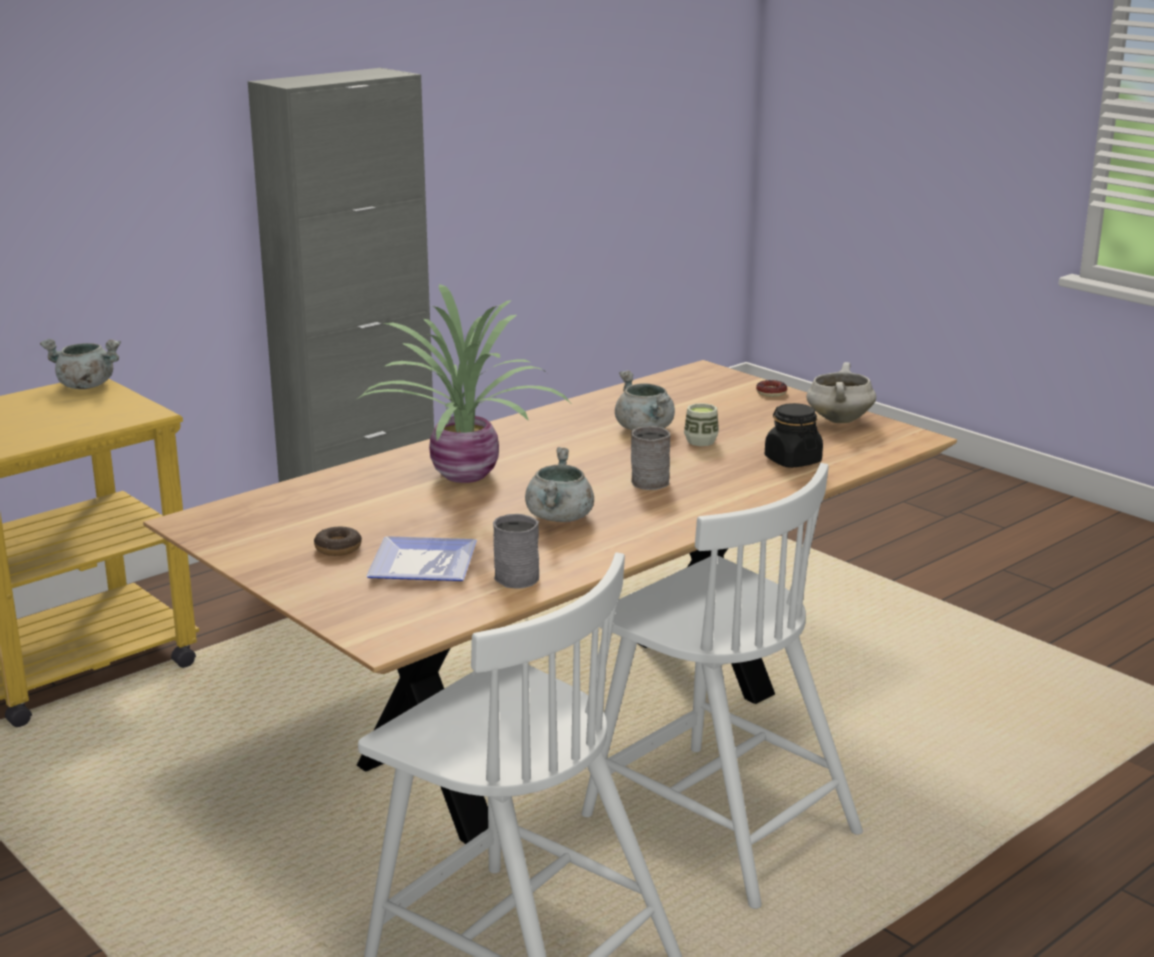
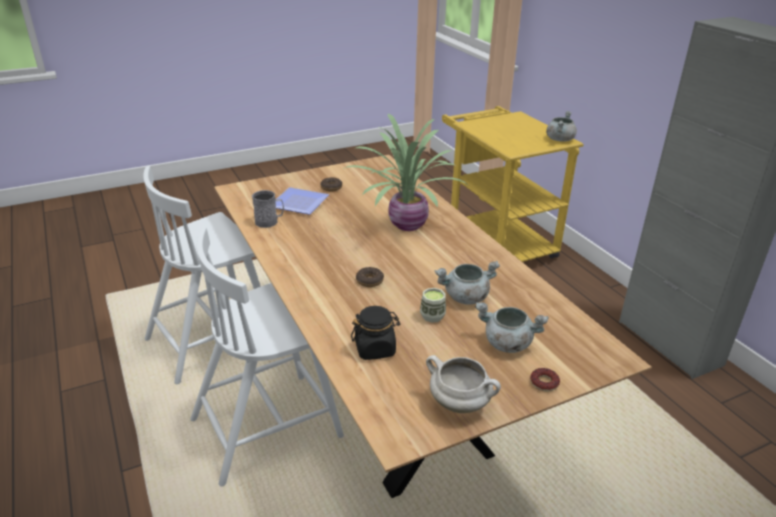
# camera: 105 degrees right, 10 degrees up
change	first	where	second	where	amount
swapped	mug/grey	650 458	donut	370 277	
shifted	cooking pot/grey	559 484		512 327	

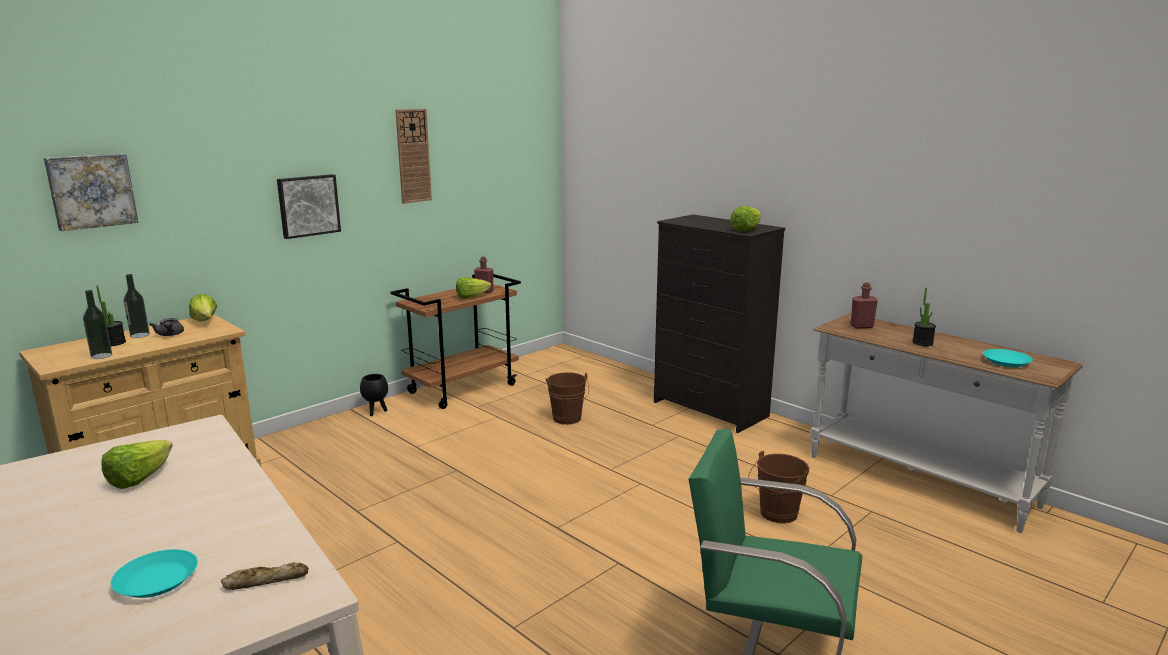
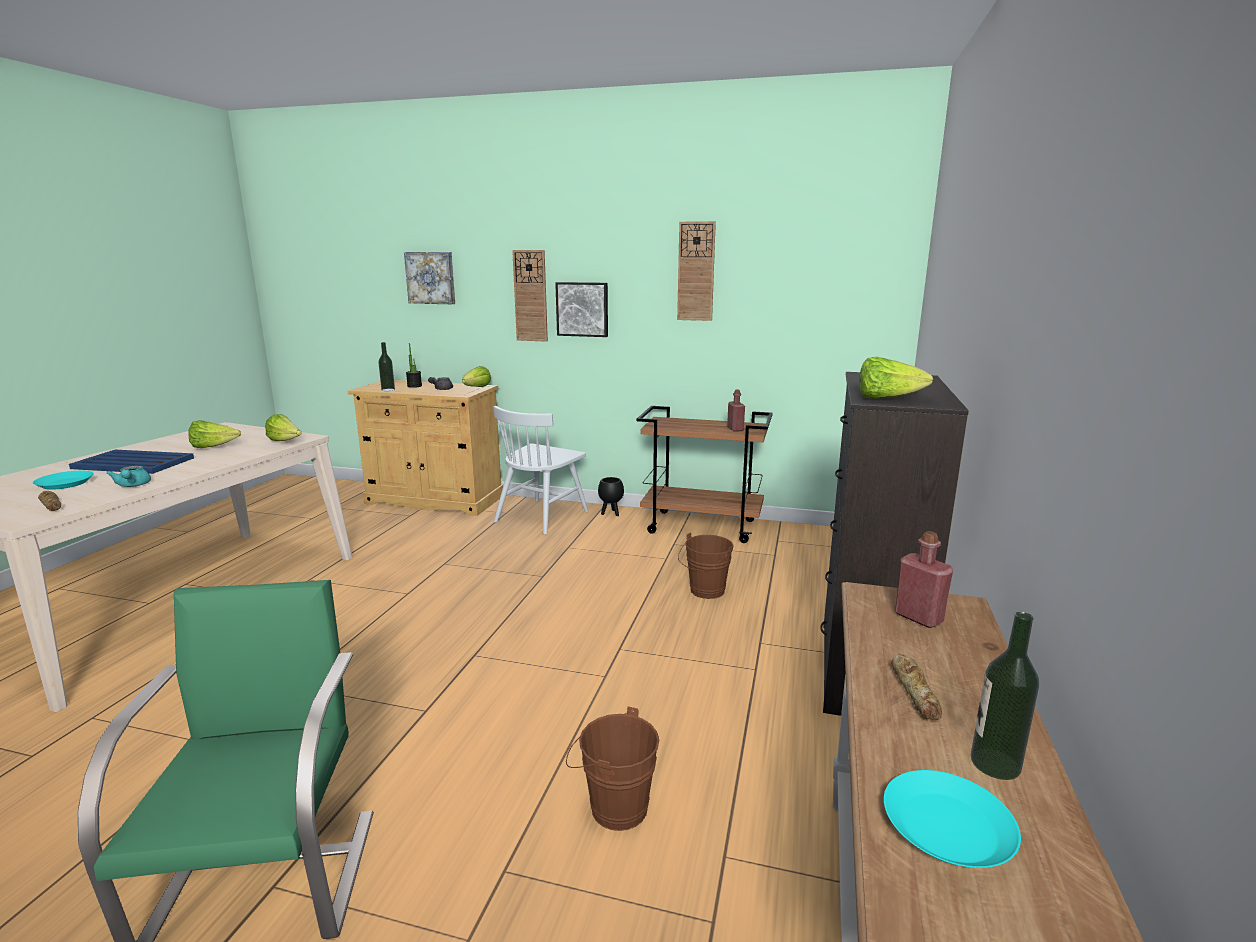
# camera: 60 degrees right, 0 degrees up
change	first	where	second	where	amount
new			tray/blue	131 462	
new			teapot/turquoise	128 476	
shifted	lettuce	473 288		283 427	
new			chair/white	540 470	
new			wall clock	530 296	
swapped	potted plant	924 317	bread	916 687	
shifted	bottle	137 306		1005 696	

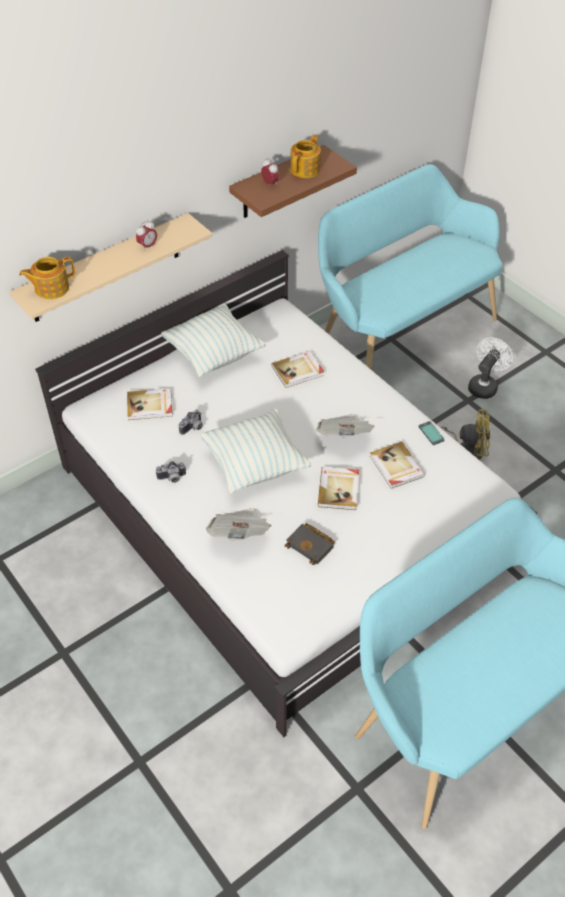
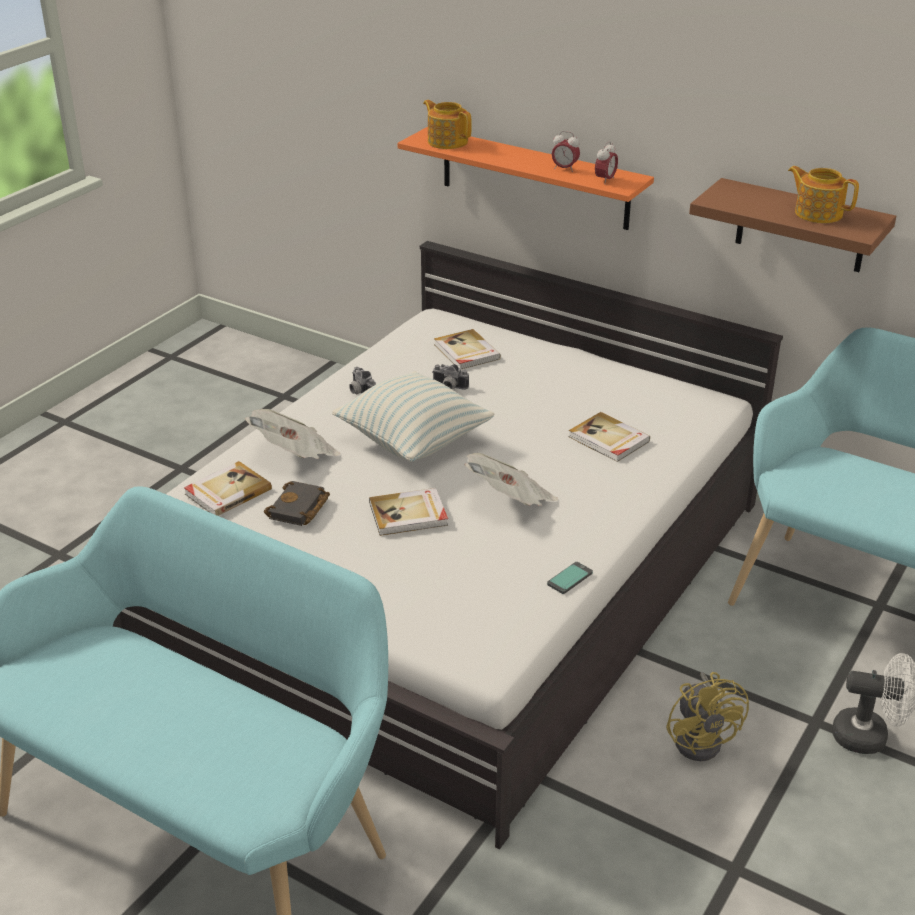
# camera: 70 degrees right, 15 degrees down
change	first	where	second	where	amount
shifted	book	397 465		228 488	
repainted	shelf/beige	111 267	shelf/orange	526 178	
shifted	alarm clock	270 171		606 162	
rotated	teapot	305 156		823 194	150 degrees counterclockwise
gone	pillow	213 340			

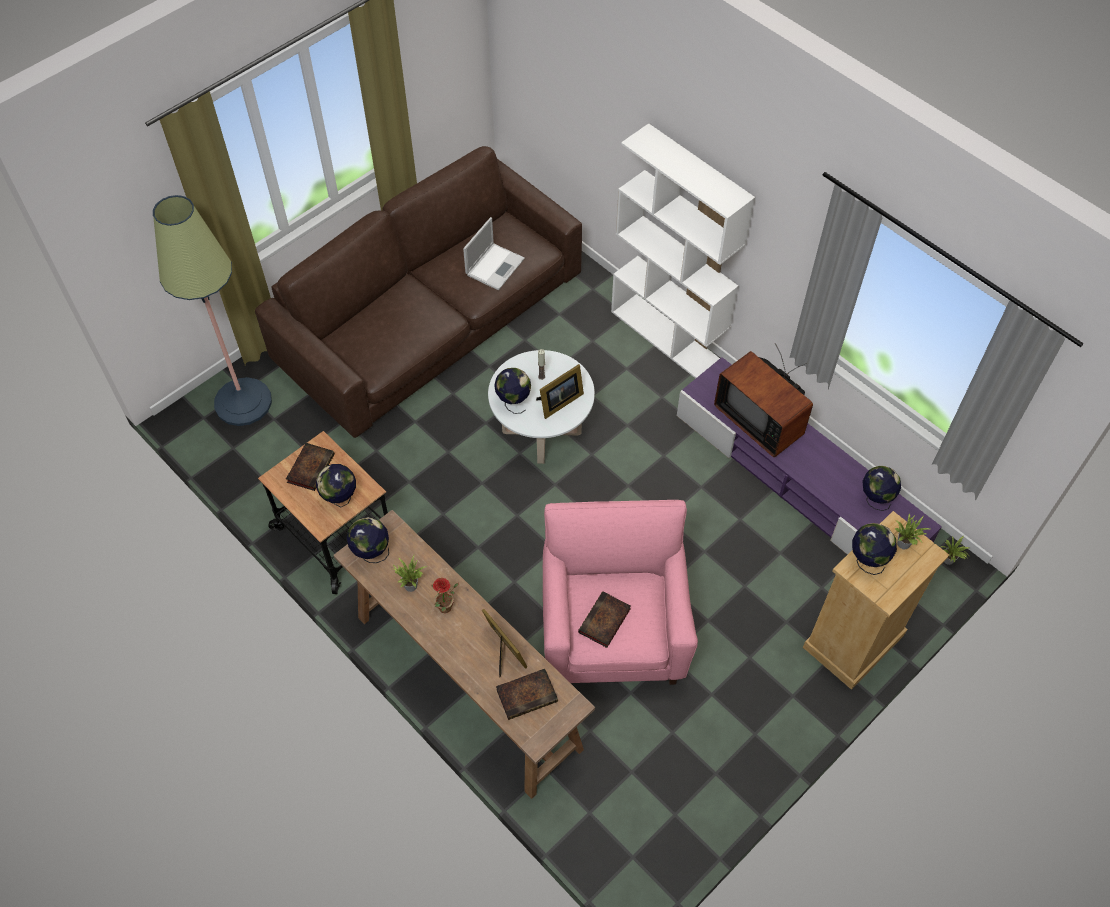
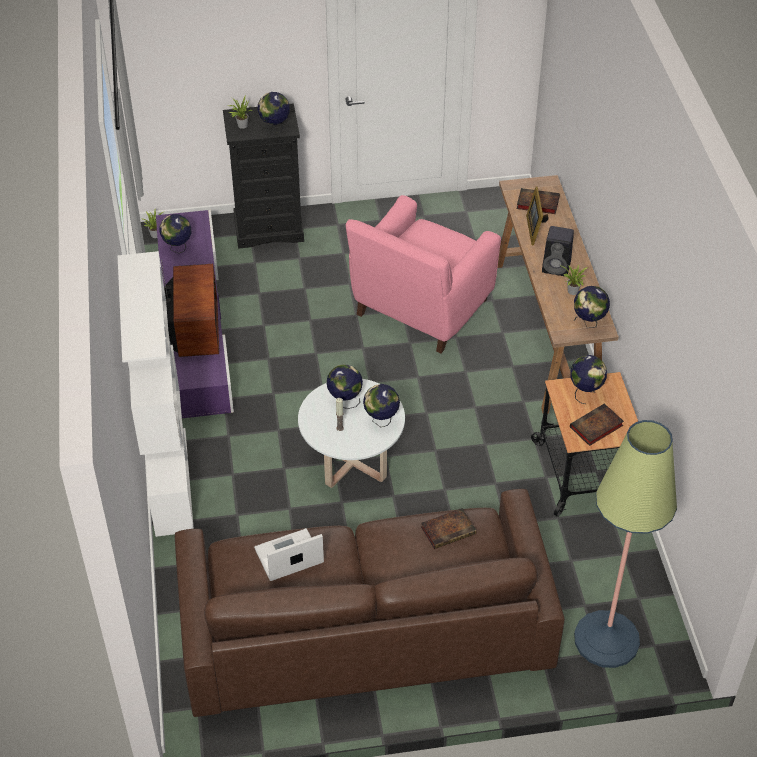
# camera: 145 degrees left, 10 degrees down
change	first	where	second	where	amount
repainted	dresser/beige	876 600	dresser/black	263 176	
swapped	picture frame	560 391	globe	345 387	
shifted	book	604 619		448 528	
swapped	potted plant	444 595	speaker/black	558 251	

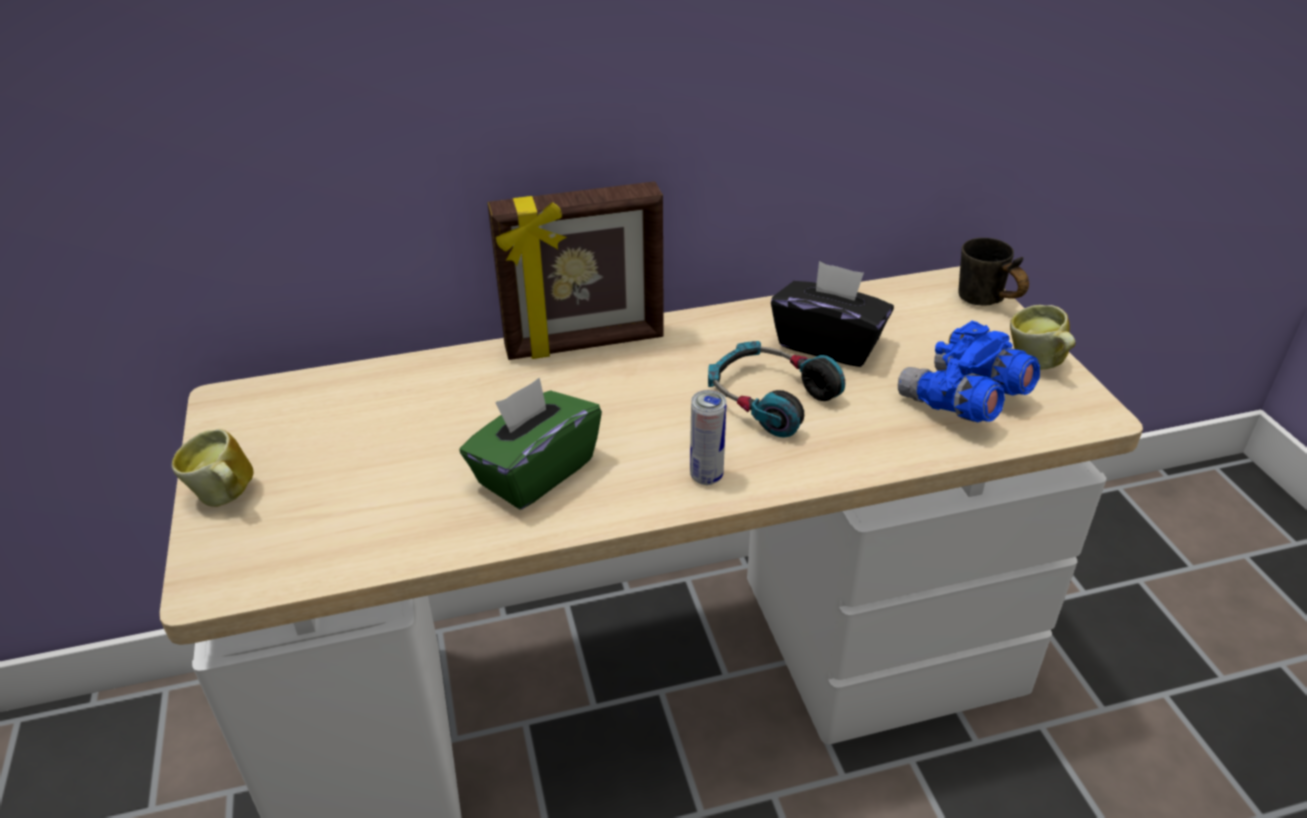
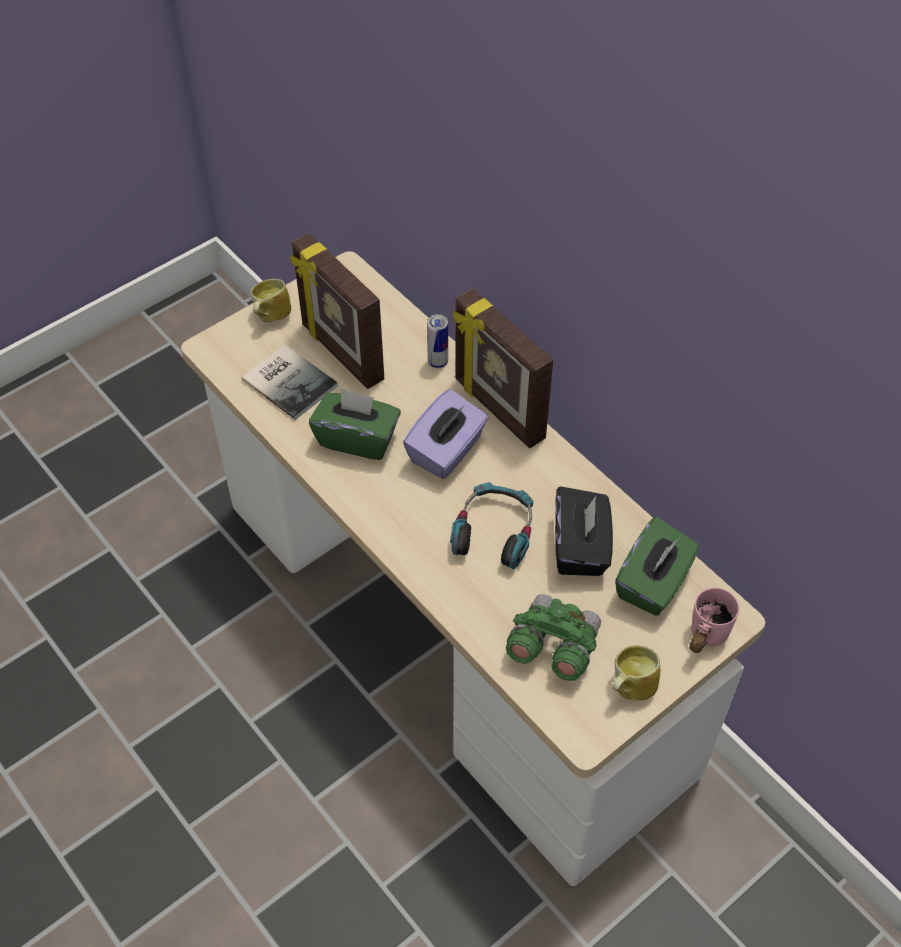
# camera: 65 degrees right, 15 degrees up
change	first	where	second	where	amount
new			book	290 382	
new			picture frame	337 311	
new			tissue box/purple	445 434	
shifted	can	708 437		437 341	
repainted	binoculars/blue	969 371	binoculars/green	553 637	
new			tissue box/green	657 566	
repainted	mug/grey	993 272	mug/pink	714 620	

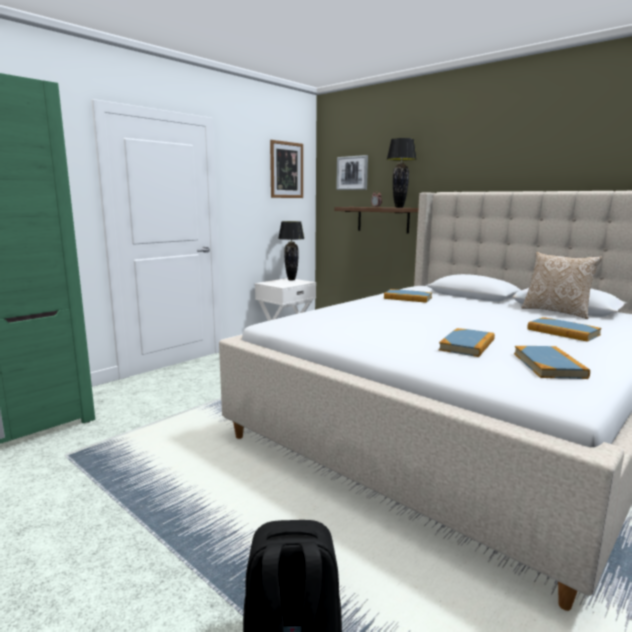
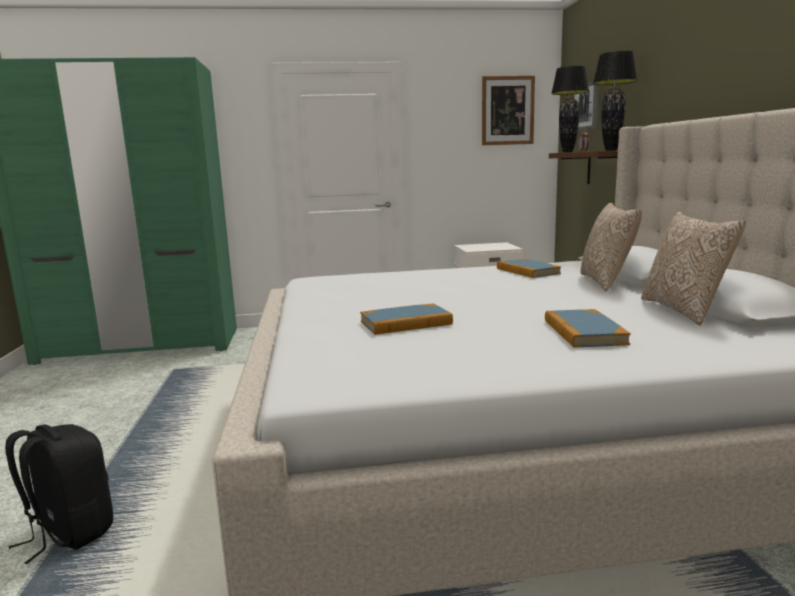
# camera: 40 degrees right, 0 degrees up
change	first	where	second	where	amount
shifted	table lamp/black	291 251		570 109	
new			pillow	611 247	
gone	book	552 362			

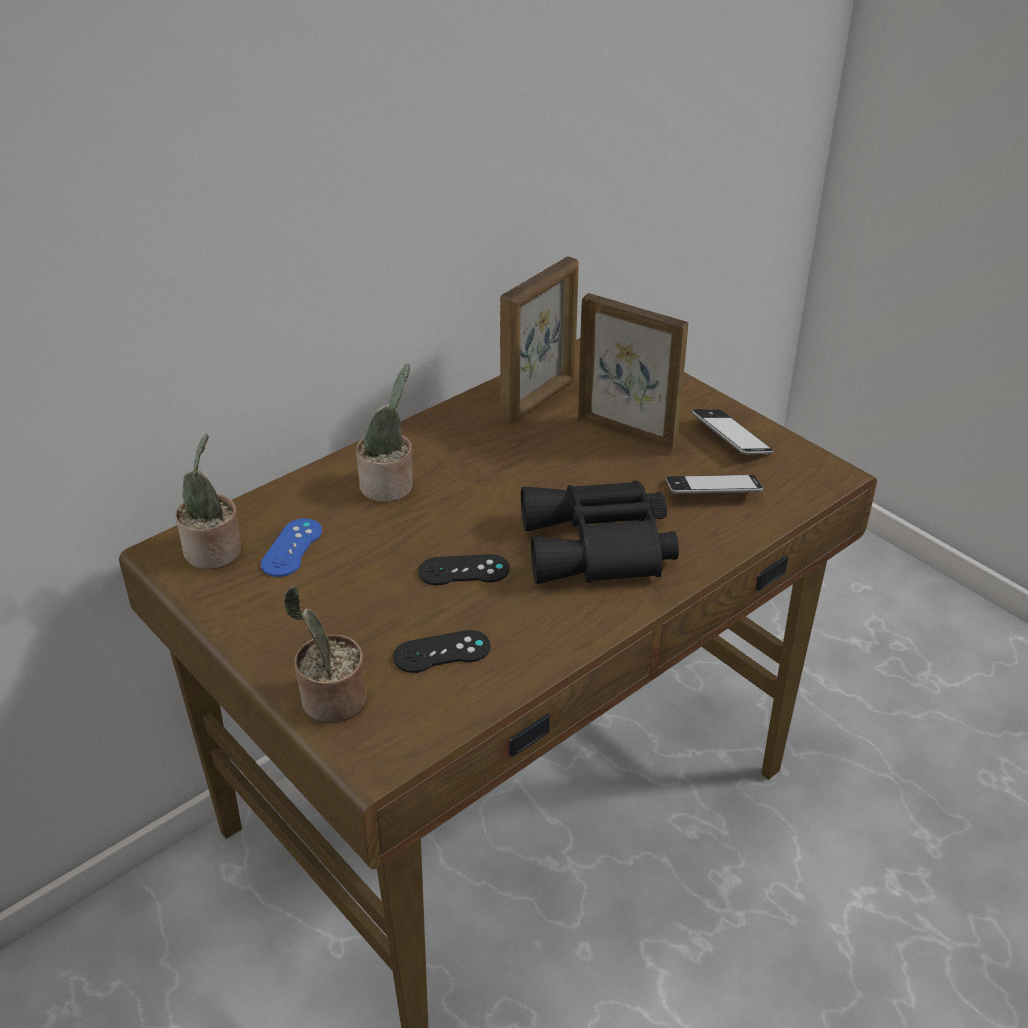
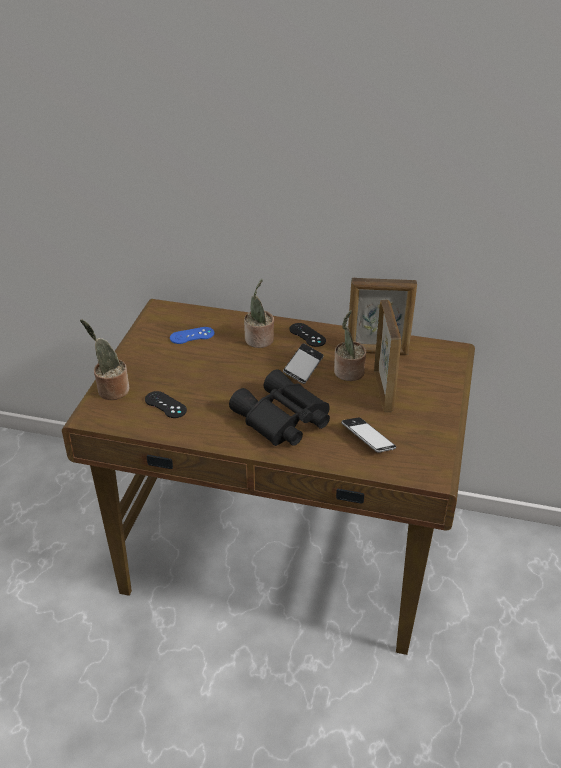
# camera: 55 degrees right, 0 degrees up
change	first	where	second	where	amount
shifted	phone	732 432		303 363	
shifted	game controller/black	464 570		307 335	
shifted	potted plant	209 501		350 345	

